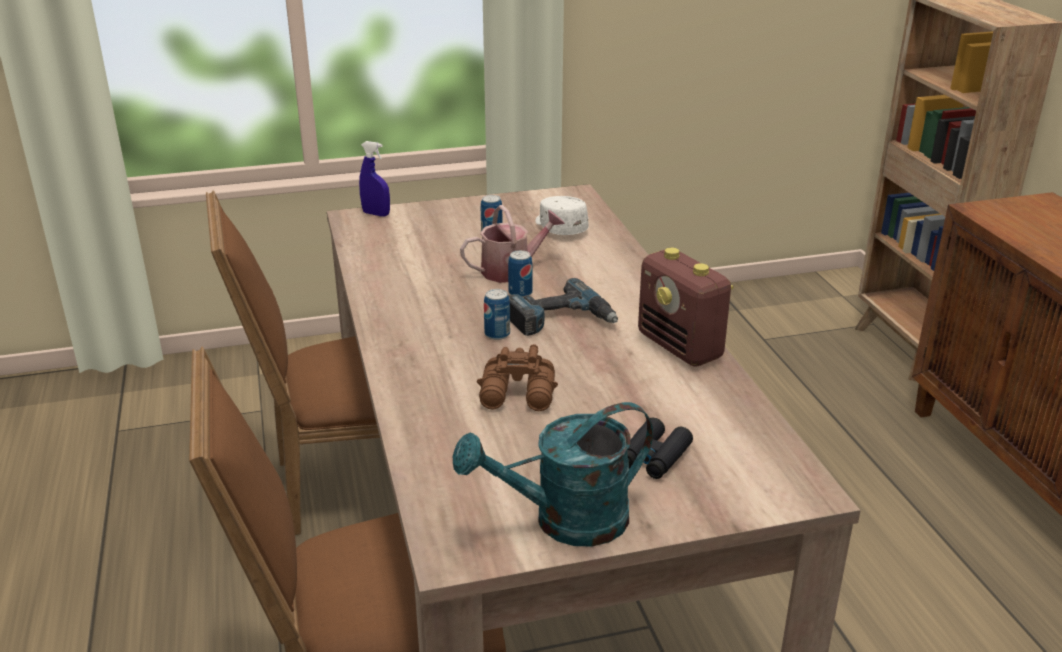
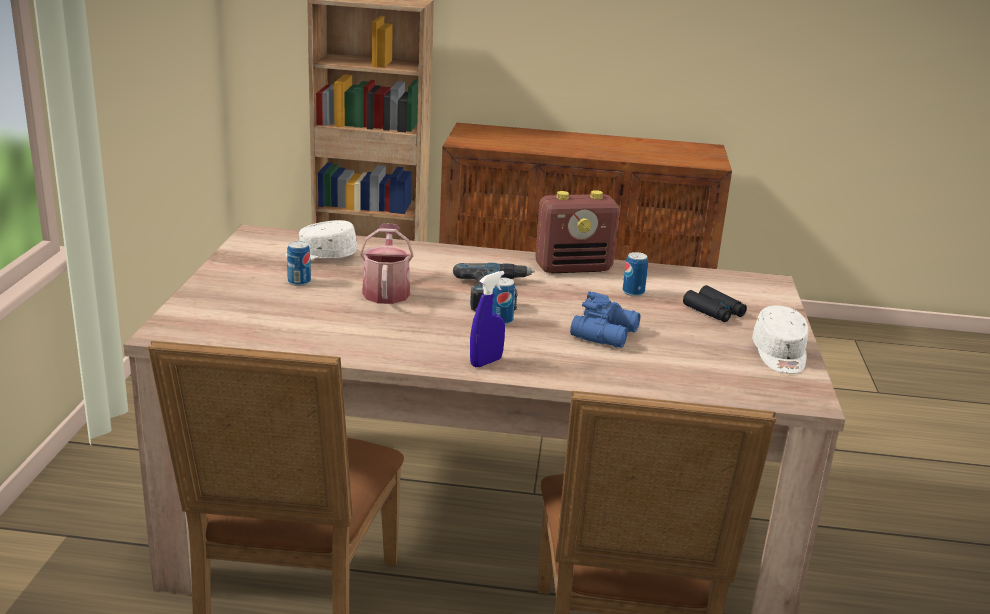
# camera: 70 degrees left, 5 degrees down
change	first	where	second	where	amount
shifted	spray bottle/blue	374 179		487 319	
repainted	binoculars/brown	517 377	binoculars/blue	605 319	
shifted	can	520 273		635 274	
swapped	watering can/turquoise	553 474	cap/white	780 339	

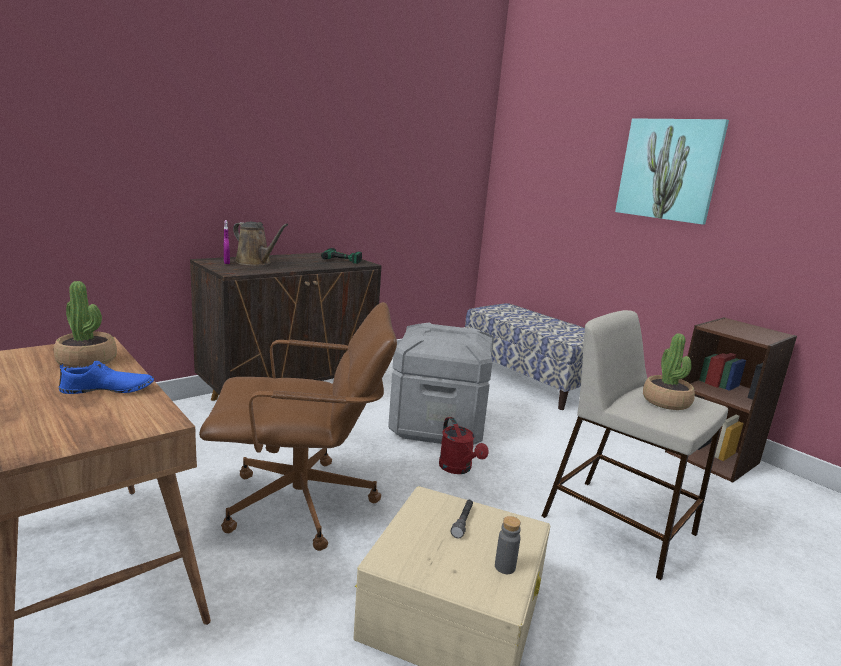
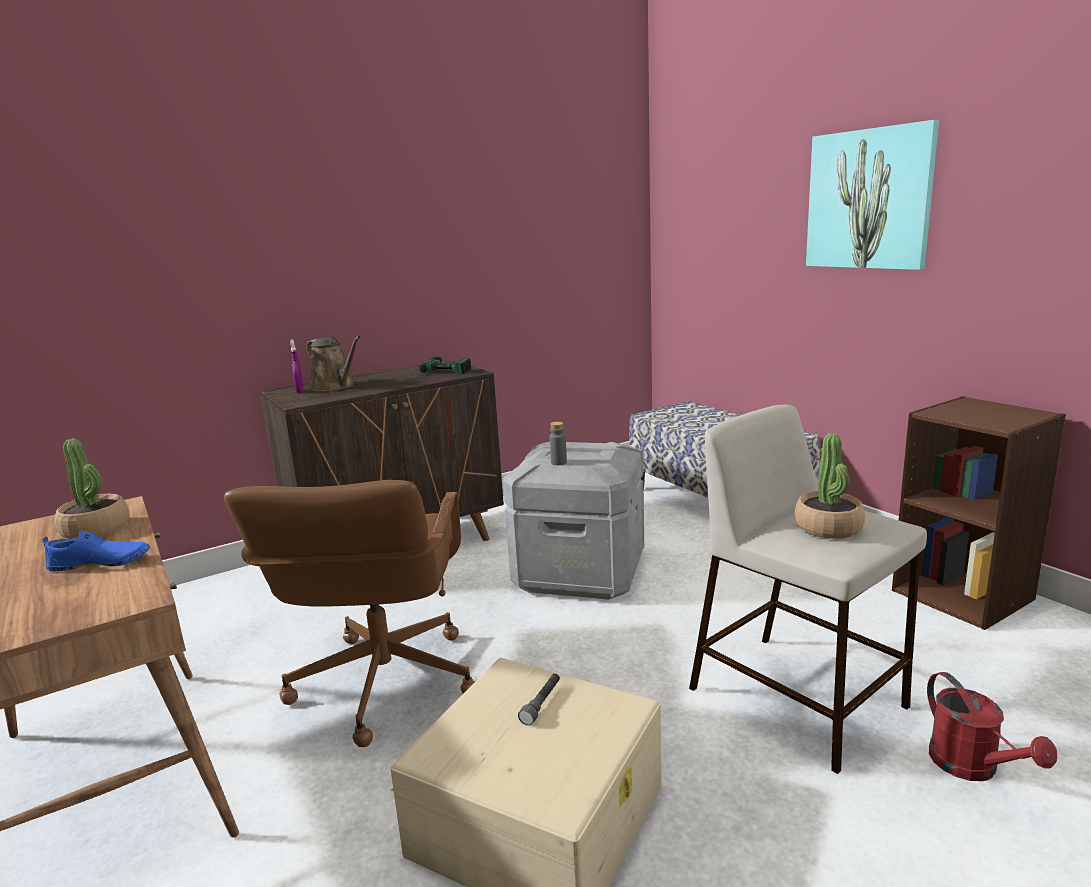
# camera: 10 degrees right, 0 degrees up
change	first	where	second	where	amount
rotated	office chair/brown	298 426		349 613	90 degrees clockwise
shifted	bottle/grey	508 545		558 443	
shifted	watering can/red	464 445		992 726	

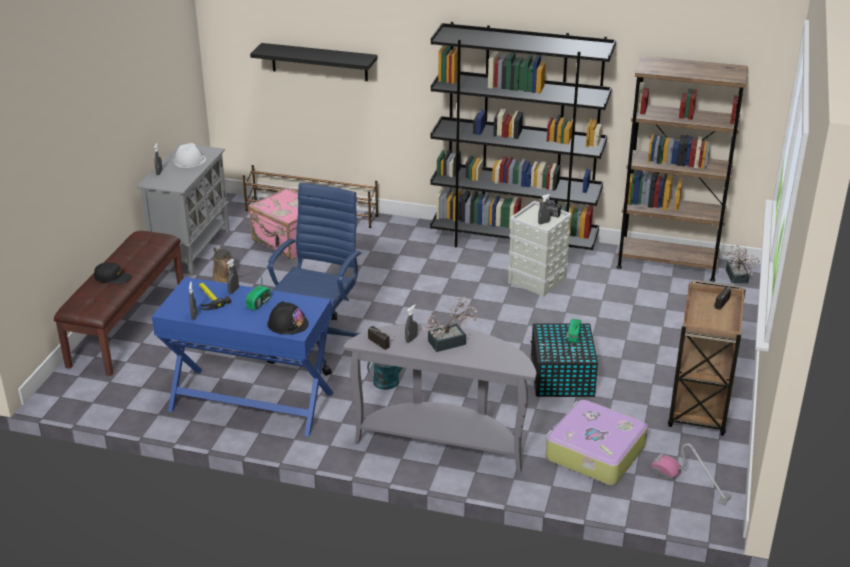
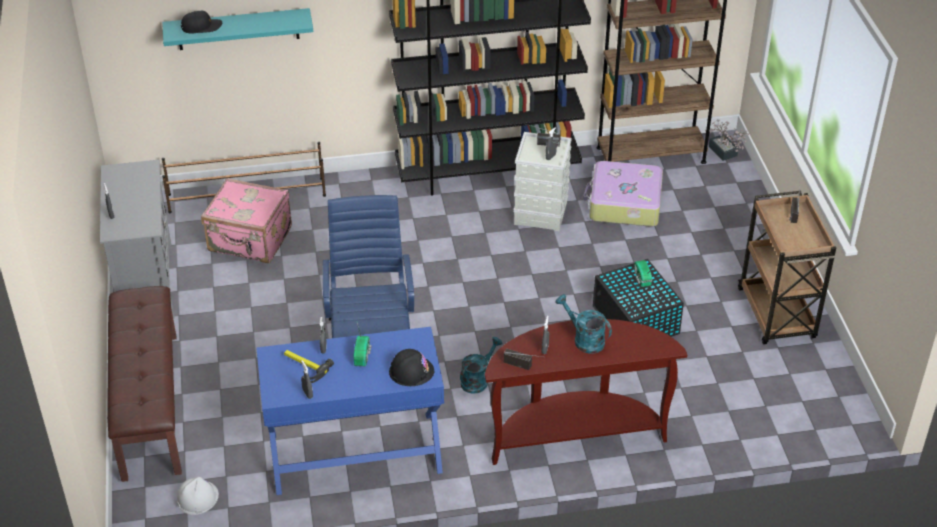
# camera: 25 degrees left, 10 degrees up
change	first	where	second	where	amount
repainted	shelf/black	314 62	shelf/turquoise	237 29	
shifted	hard hat/white	190 155		198 496	
shifted	cap/black	113 273		201 22	
repainted	console table/grey	440 398	console table/brown	586 392	
swapped	potted plant	450 324	watering can/turquoise	583 324	
shifted	suitcase	597 442		623 193	
gone	watering can/brown	225 264			
gone	vacuum cleaner	691 474			

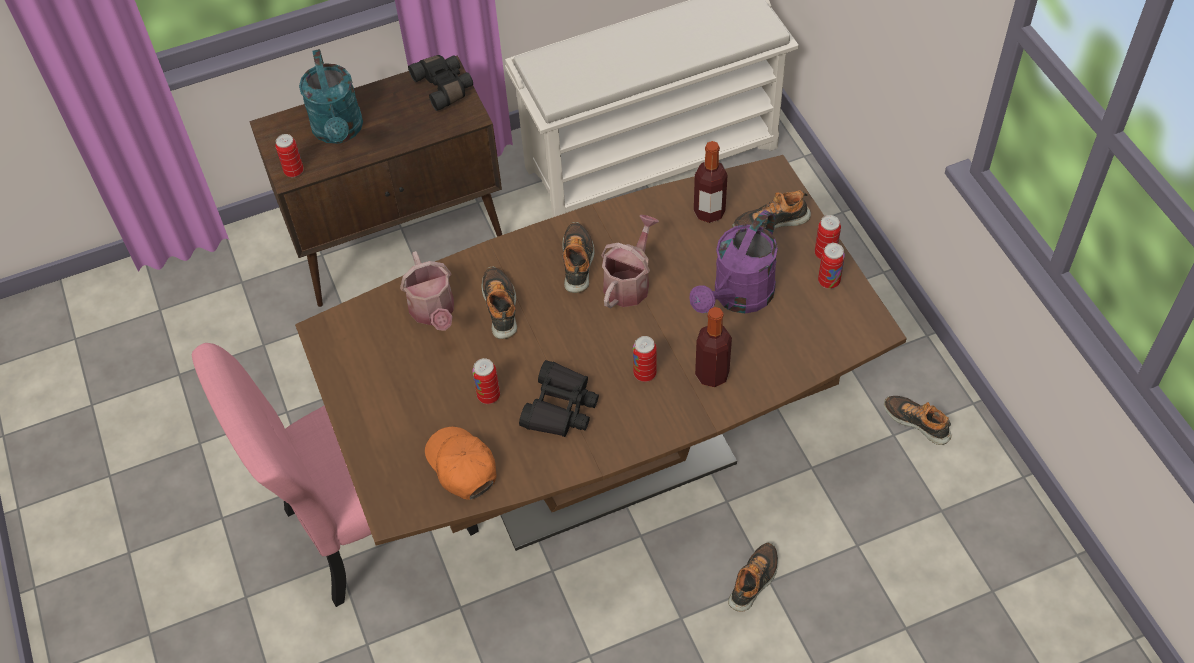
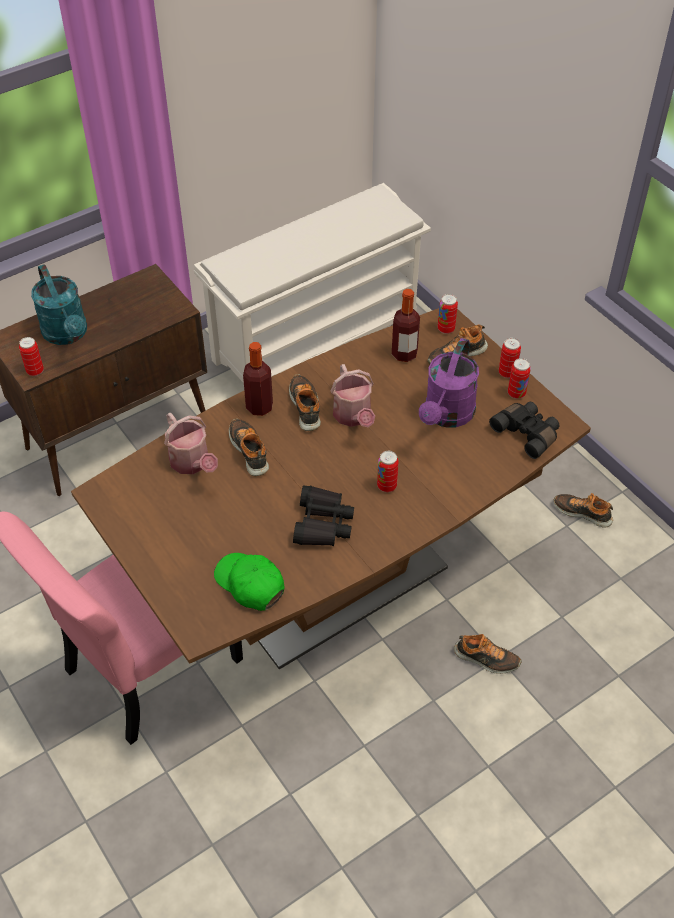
# camera: 15 degrees left, 5 degrees down
change	first	where	second	where	amount
repainted	cap/orange	460 463	cap/green	249 582	
shifted	bottle	713 347		258 379	
rotated	watering can	630 261		353 395	150 degrees clockwise
shifted	can	486 381		448 314	
rotated	shoe	753 577		487 654	90 degrees clockwise
shifted	binoculars/black	440 83		524 430	

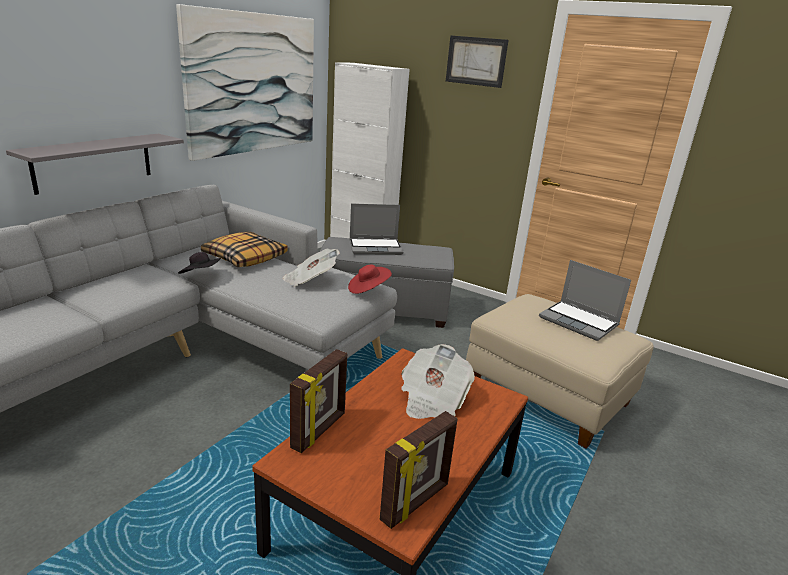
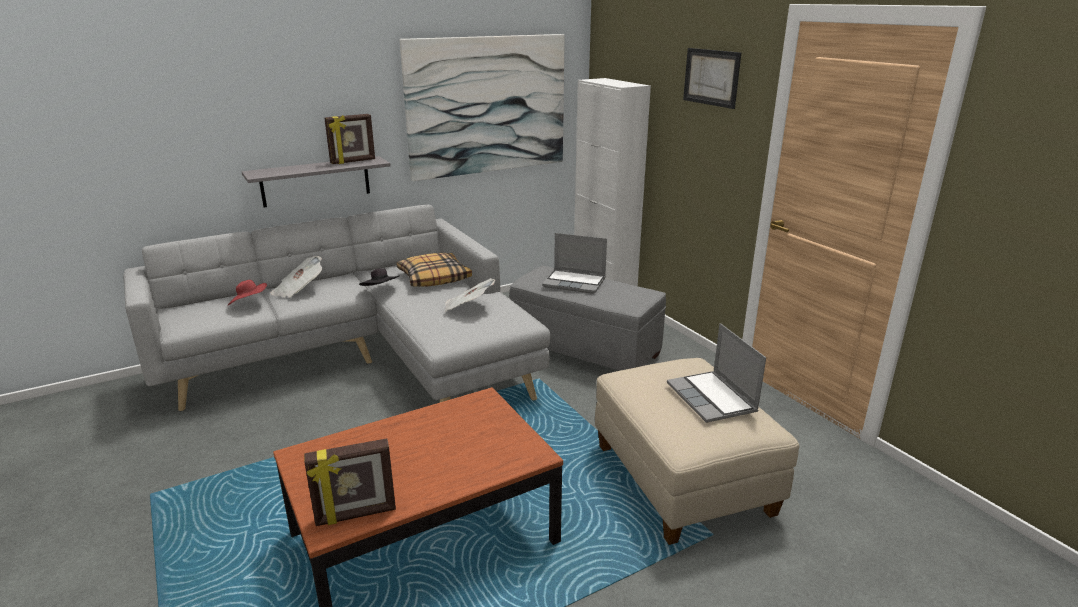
# camera: 30 degrees right, 0 degrees up
change	first	where	second	where	amount
shifted	hat/red	370 279		247 292	
shifted	newspaper	438 381		296 277	
shifted	picture frame	318 401		349 139	

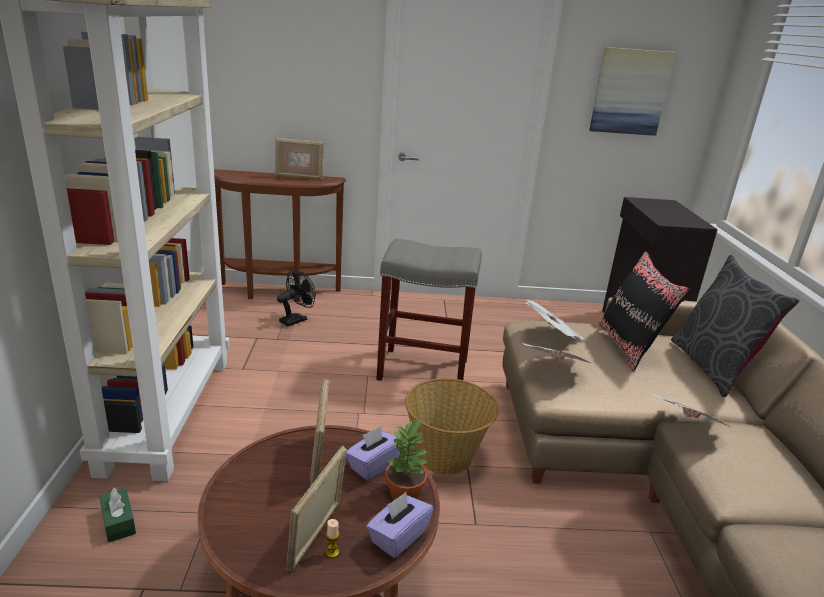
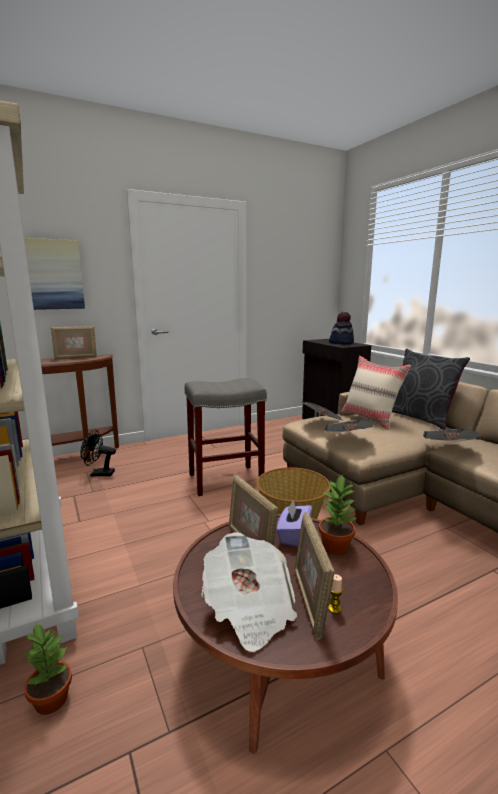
# camera: 25 degrees left, 10 degrees down
change	first	where	second	where	amount
swapped	tissue box/green	117 515	potted plant	47 669	
shifted	picture	632 91		54 274	
rotated	fan/black	296 297		98 453	105 degrees counterclockwise
new			newspaper	249 592	
new			hat	341 328	
repainted	pillow/black	644 311	pillow/beige	376 392	
gone	tissue box/purple	399 525			

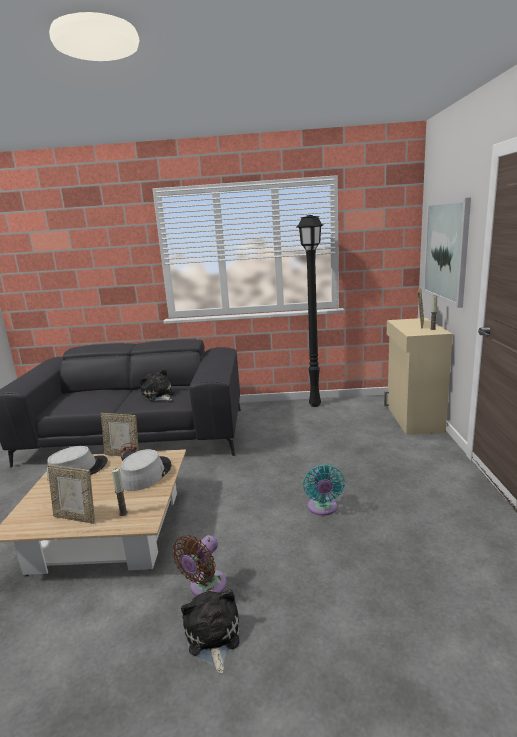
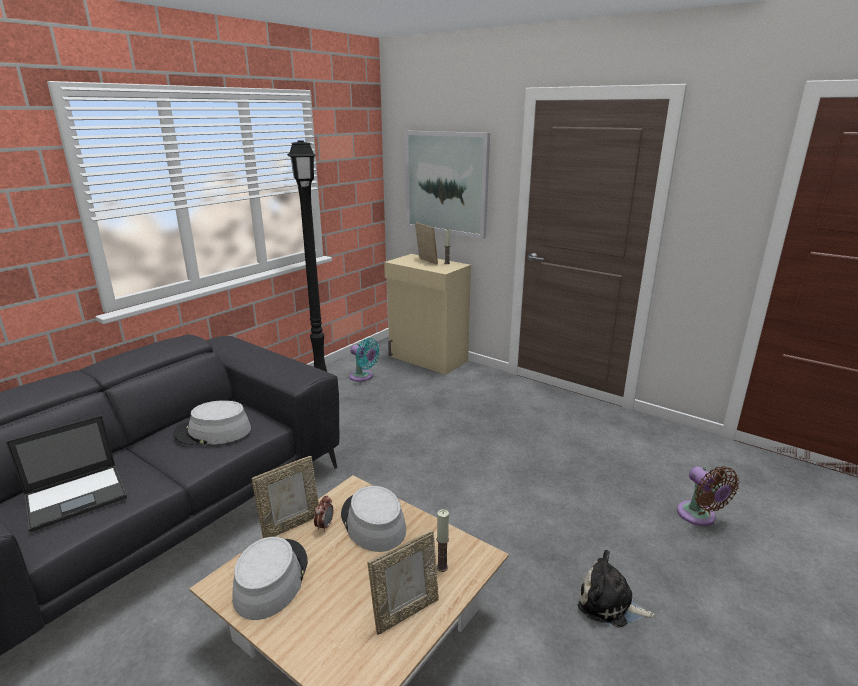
# camera: 55 degrees left, 5 degrees up
change	first	where	second	where	amount
new			laptop	66 473	
swapped	plush toy	157 385	hat/grey	212 423	
shifted	fan/turquoise	324 490		364 360	
shifted	fan/brown	199 565		708 496	

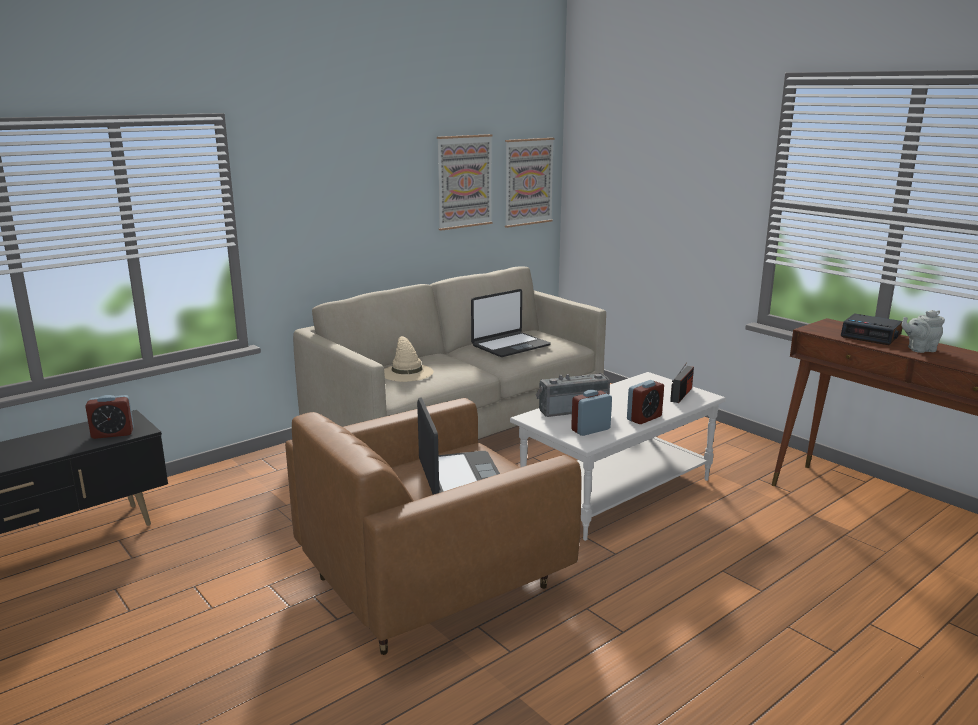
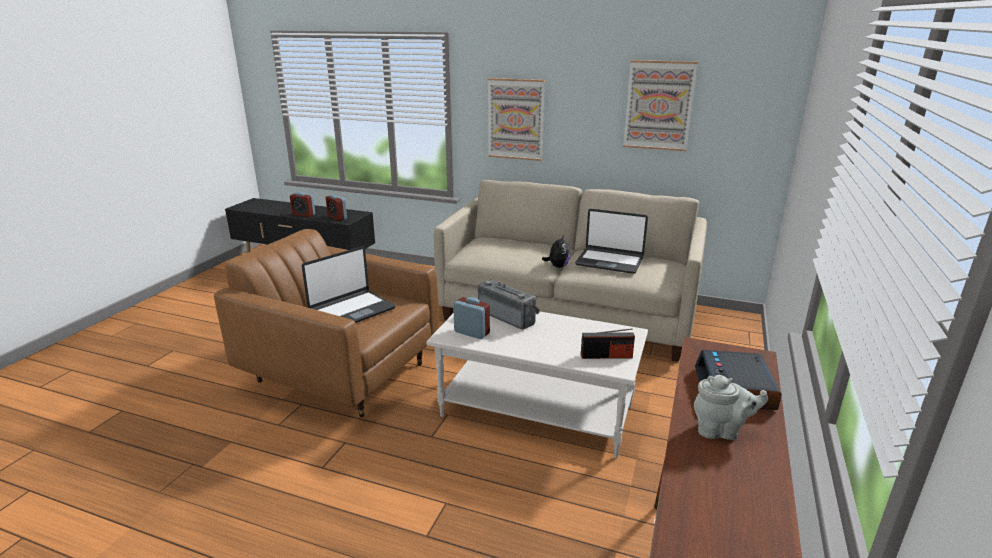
# camera: 60 degrees right, 5 degrees up
change	first	where	second	where	amount
shifted	alarm clock	645 402		302 204	
shifted	picture	530 183		516 119	
new			plush toy	556 251	
rotated	teapot/grey	923 331		731 407	135 degrees clockwise
gone	hat/beige	408 359			

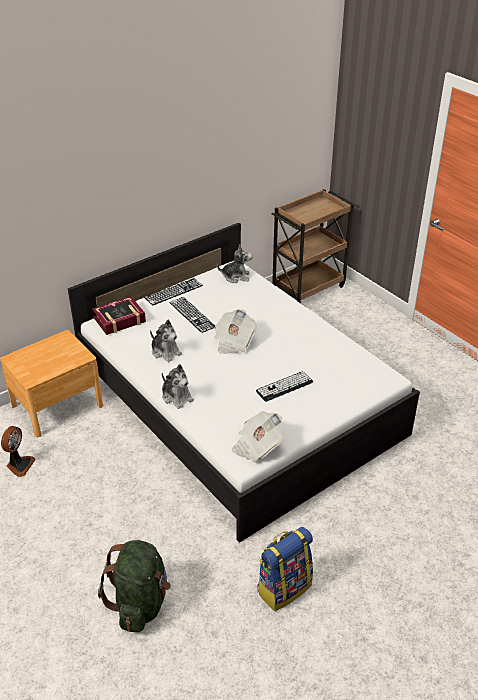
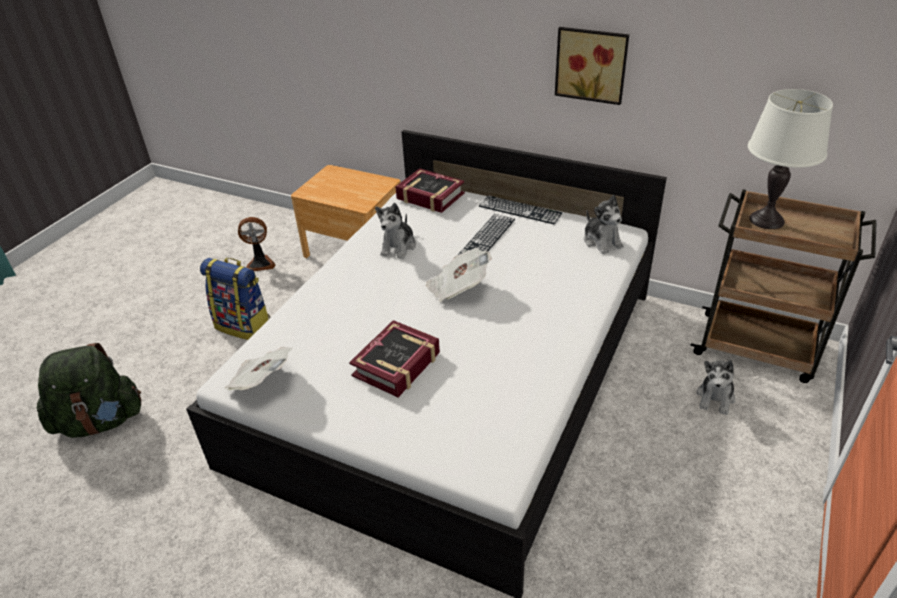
# camera: 65 degrees right, 0 degrees up
change	first	where	second	where	amount
shifted	backpack	285 569		235 299	
swapped	keyboard	284 386	book	394 358	
new			picture	592 66	
shifted	plush toy	178 386		716 387	
new			table lamp/white	790 159	

